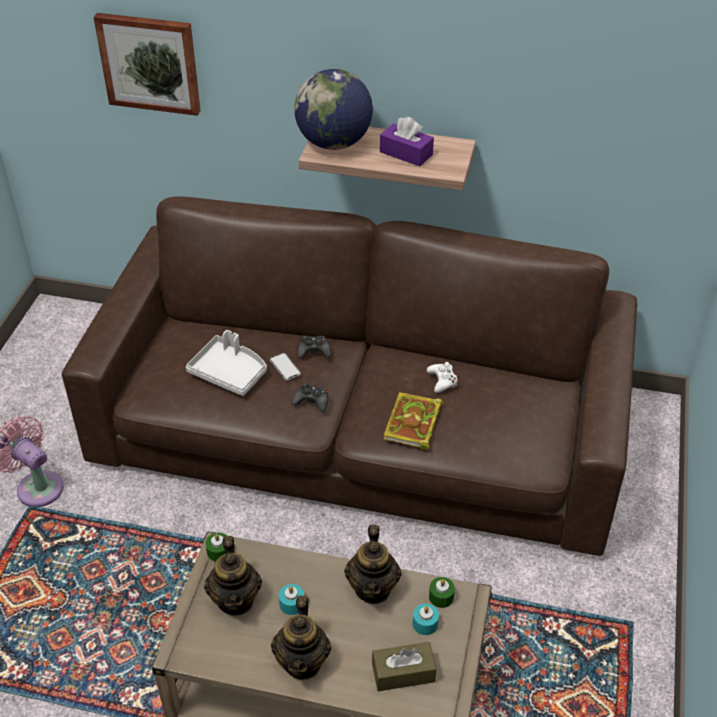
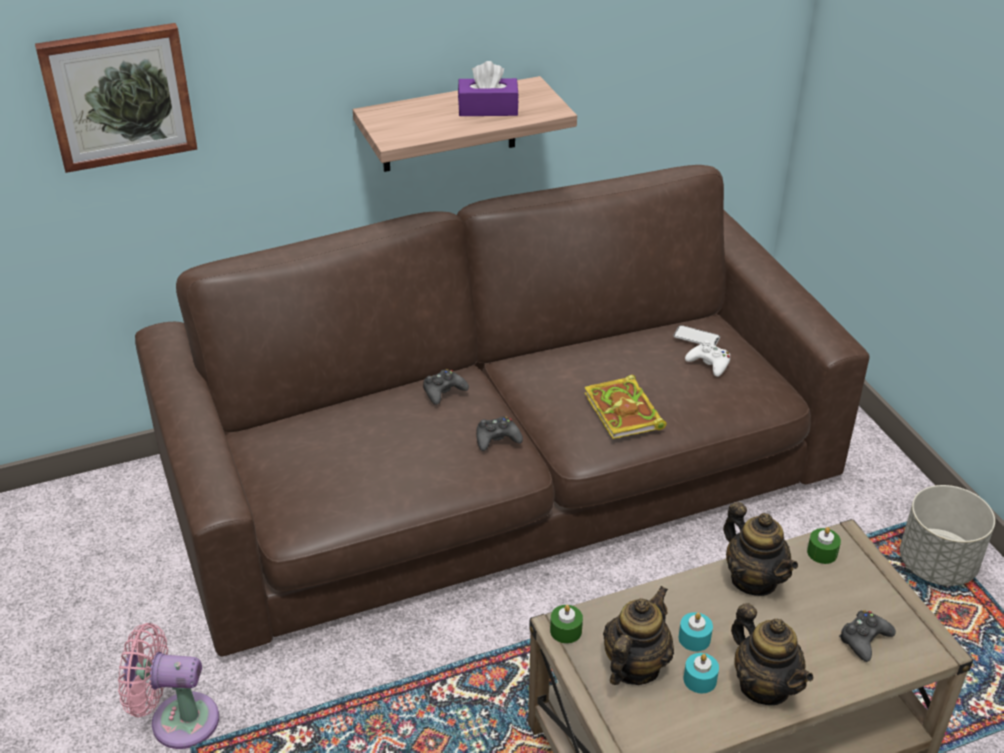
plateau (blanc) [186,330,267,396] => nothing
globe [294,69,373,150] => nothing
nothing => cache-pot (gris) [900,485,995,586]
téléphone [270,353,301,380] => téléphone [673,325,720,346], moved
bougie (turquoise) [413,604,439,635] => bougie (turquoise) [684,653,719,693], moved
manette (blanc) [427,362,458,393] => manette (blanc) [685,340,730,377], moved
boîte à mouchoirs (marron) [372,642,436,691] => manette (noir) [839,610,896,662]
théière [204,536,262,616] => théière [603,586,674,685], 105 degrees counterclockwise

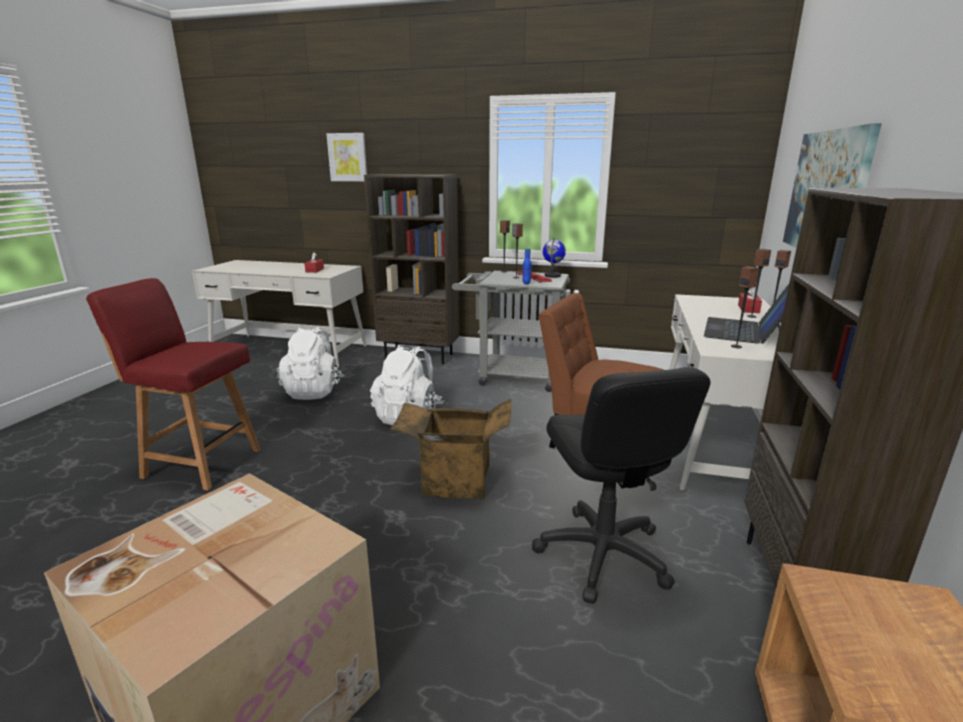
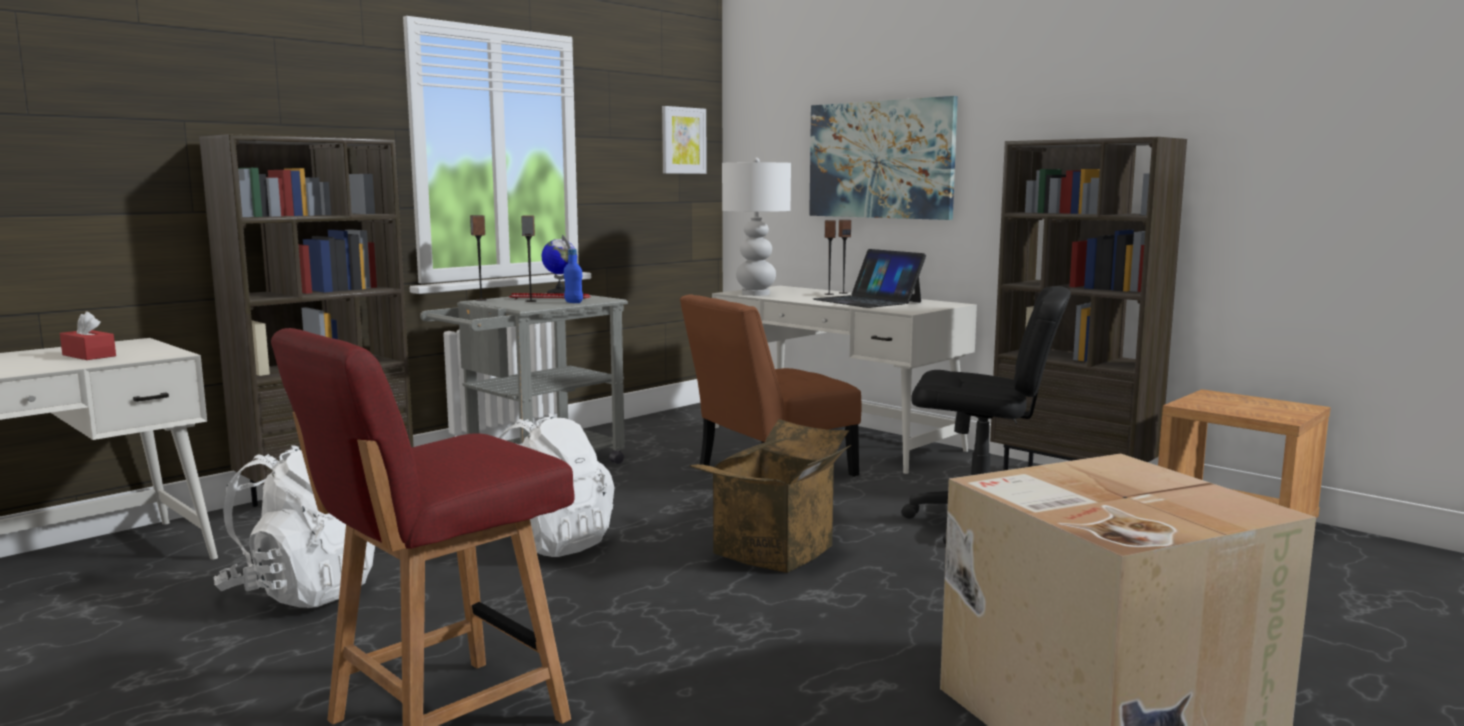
enceinte [731,266,759,348] => nothing
boîte à mouchoirs (rouge) [738,287,762,313] => nothing
nothing => lampe de table (blanc) [722,158,791,296]
tableau [326,133,367,181] => tableau [662,106,707,174], moved

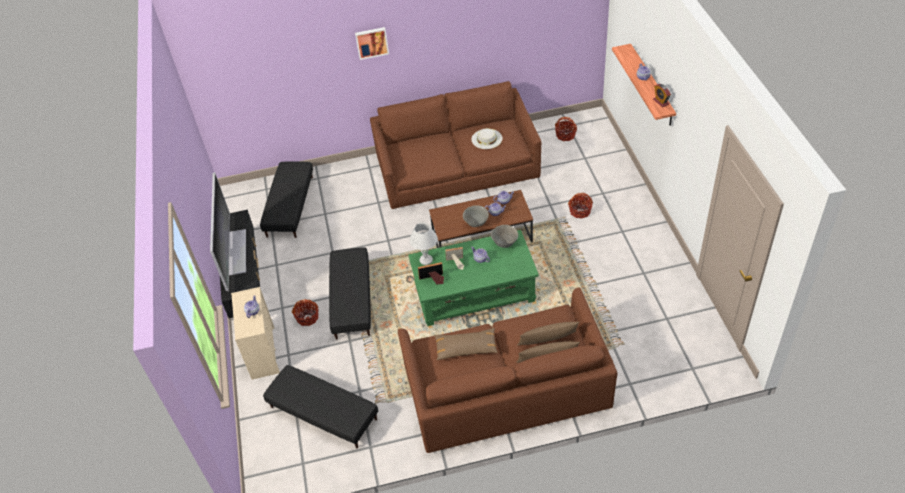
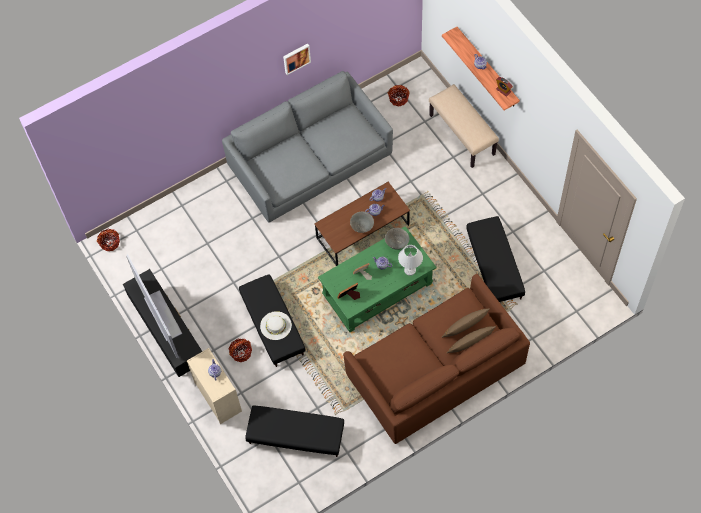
coussin (marron) [434,328,498,360] => nothing
nothing => banc (beige) [429,84,499,168]
pouf (noir) [260,161,313,238] => pouf (noir) [466,216,525,302], moved
tableau [355,27,389,60] => tableau [283,43,311,75], moved
lampe de table (blanc) [410,223,438,265] => lampe de table (blanc) [398,245,423,275], moved
chapeau (blanc) [471,128,502,149] => chapeau (blanc) [260,311,292,340], moved
panier [568,193,593,219] => panier [97,229,120,251], moved
canapé (marron) [370,81,541,209] => canapé (gris) [222,71,393,223]

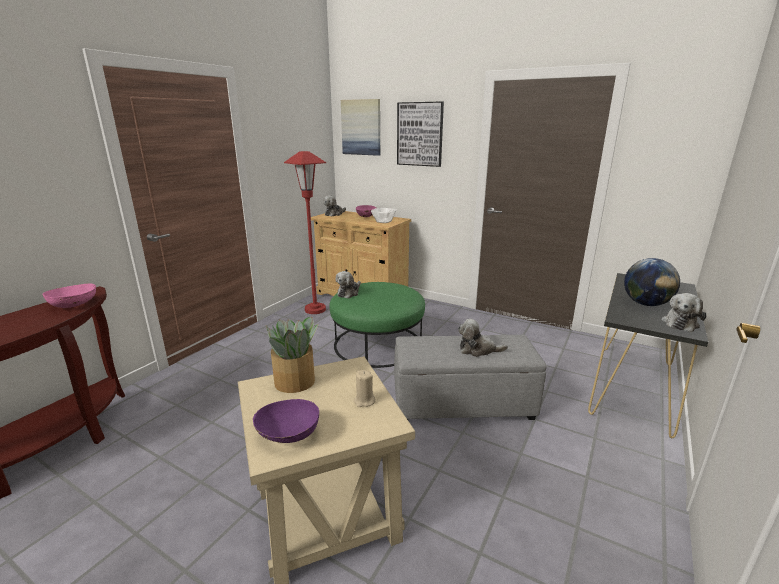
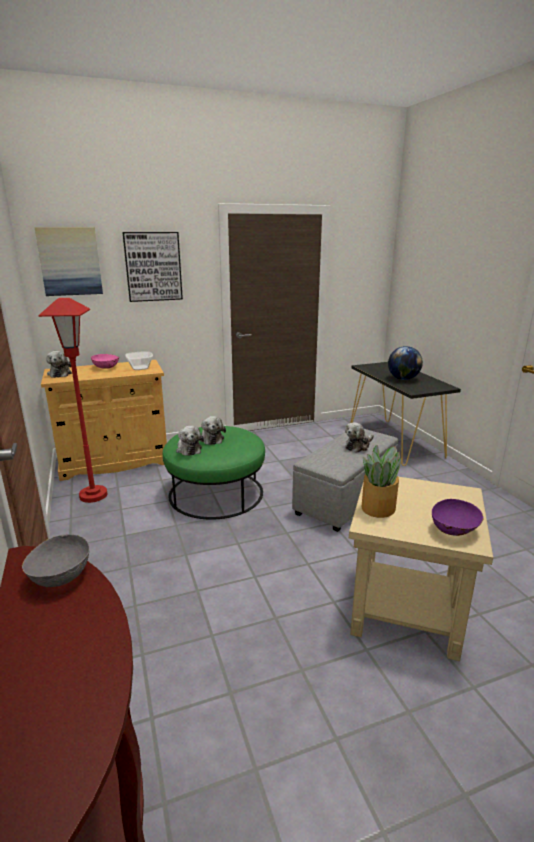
bougie (beige) [354,370,376,407] => nothing
peluche [661,293,707,332] => peluche [199,416,226,445], moved
bol (rose) [42,283,96,308] => bol (gris) [22,534,90,587]

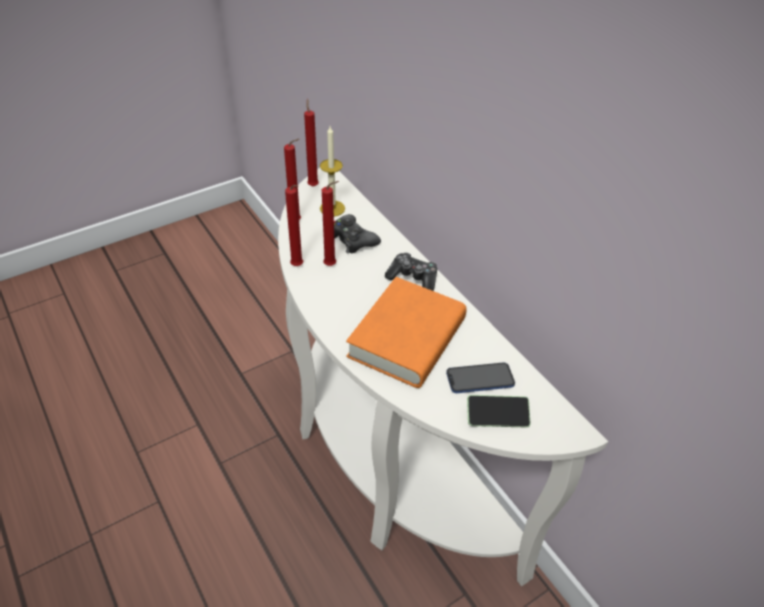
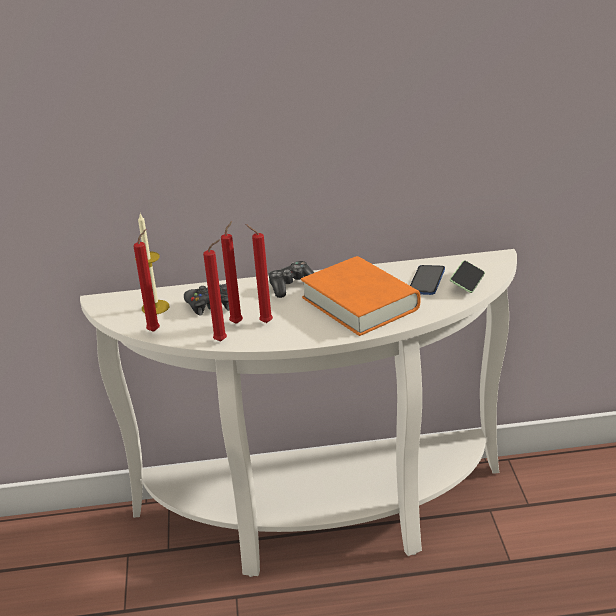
bougie (rouge) [304,99,319,187] => bougie (rouge) [245,224,273,323], moved

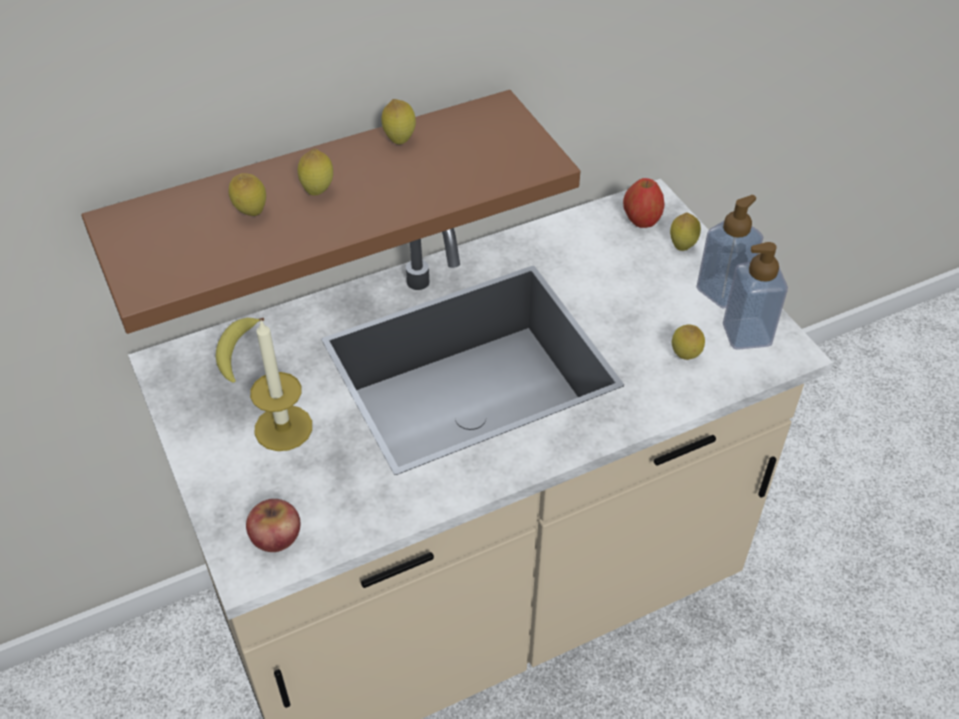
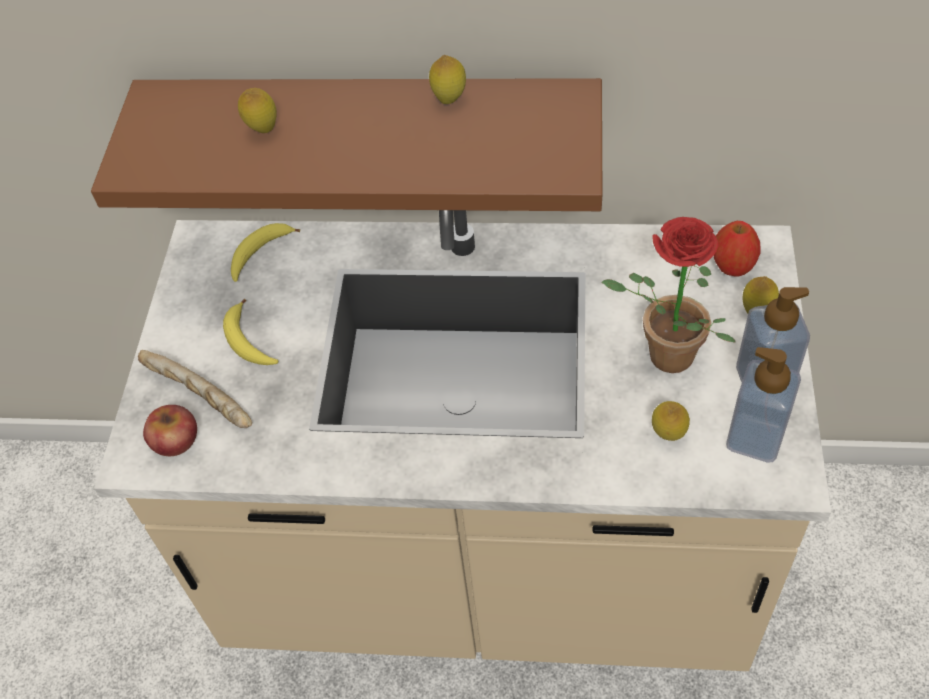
citron [298,149,333,195] => nothing
nothing => pain [138,350,252,428]
nothing => plante en pot [601,217,735,373]
bougie [250,319,312,451] => banane [223,299,278,365]

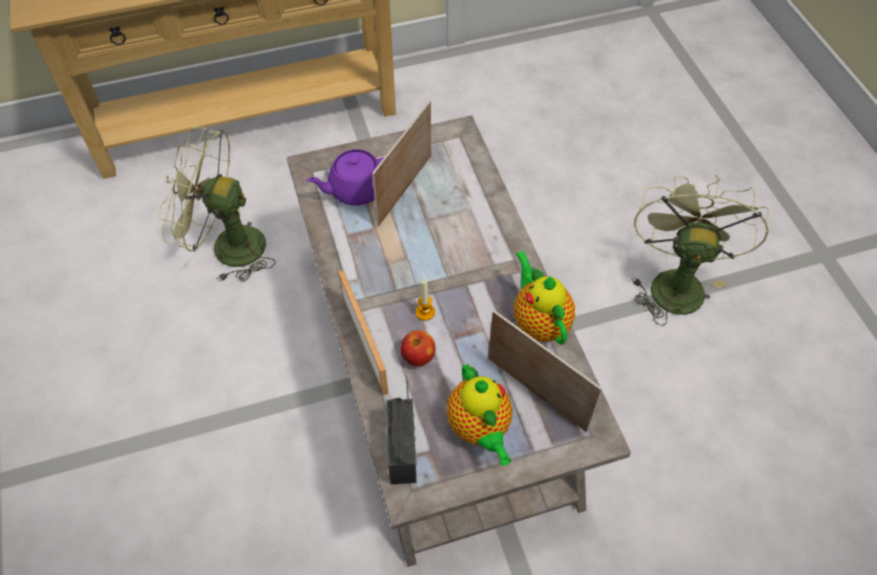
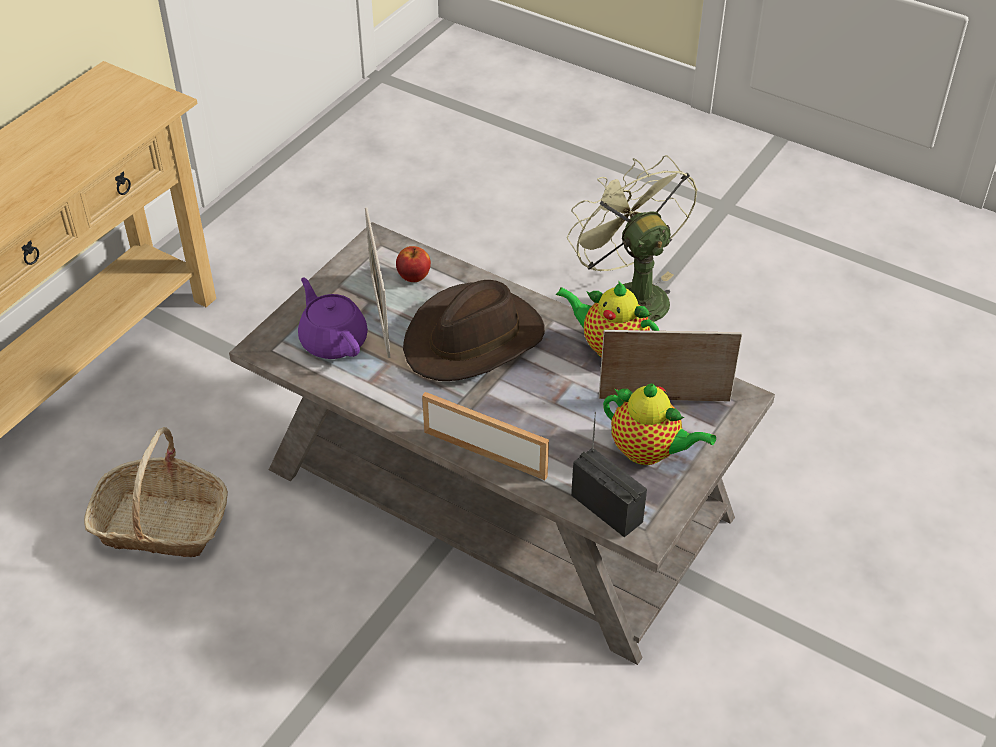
bougie [416,279,435,321] => nothing
nothing => chapeau (marron) [403,280,545,381]
pomme [400,330,436,367] => pomme [396,246,431,282], moved
ventilateur (vert) [158,127,276,282] => panier [84,427,228,557]
théière (violet) [306,149,384,206] => théière (violet) [298,278,368,359], 120 degrees clockwise

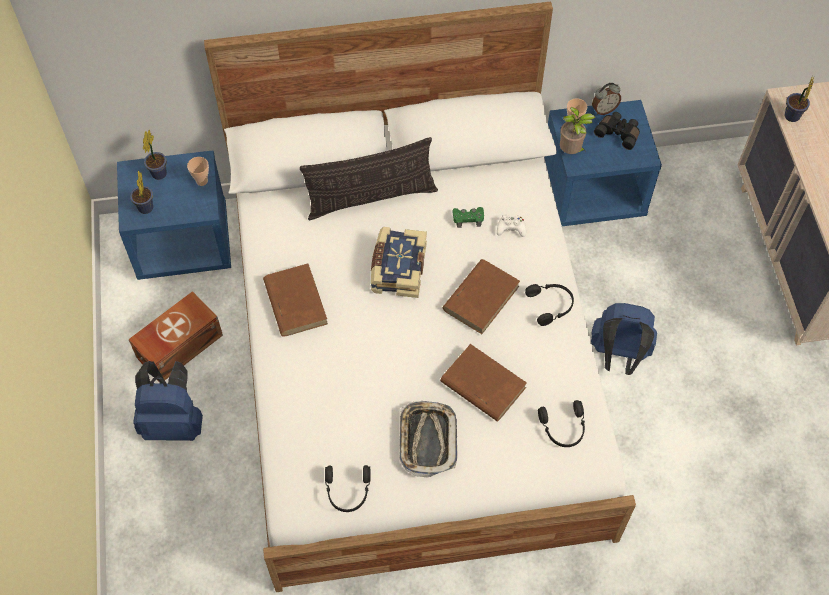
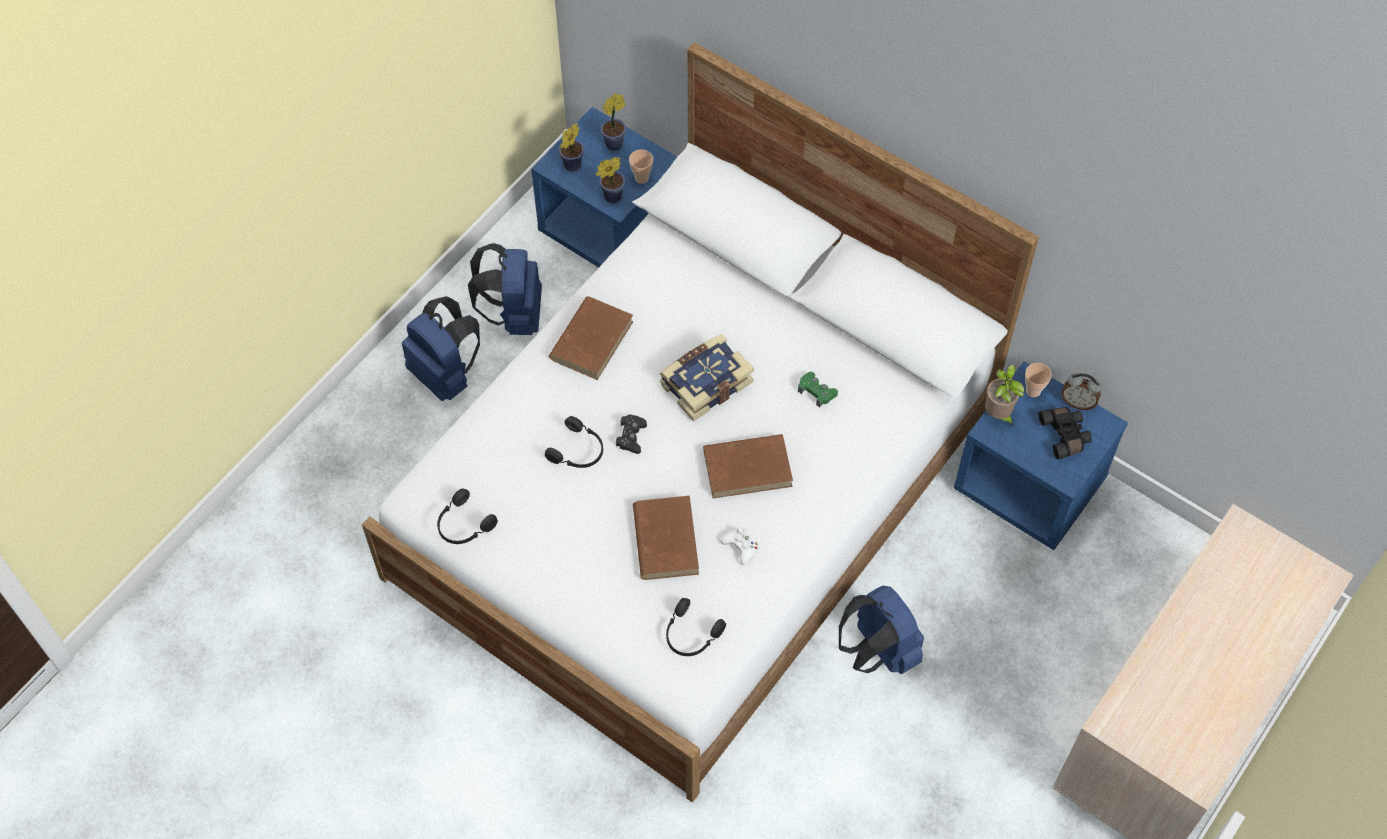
coussin [300,137,438,220] => nothing
plateau [399,401,457,477] => nothing
nothing => manette (noir) [616,415,647,454]
manette (blanc) [497,215,526,237] => manette (blanc) [721,528,759,565], moved
casque audio (noir) [525,284,574,326] => casque audio (noir) [545,416,603,468], moved
plante en pot [785,76,814,122] => plante en pot [596,157,625,203], moved
boîte de rangement (marron) [128,291,223,383] => sac à dos (bleu) [468,243,542,335]

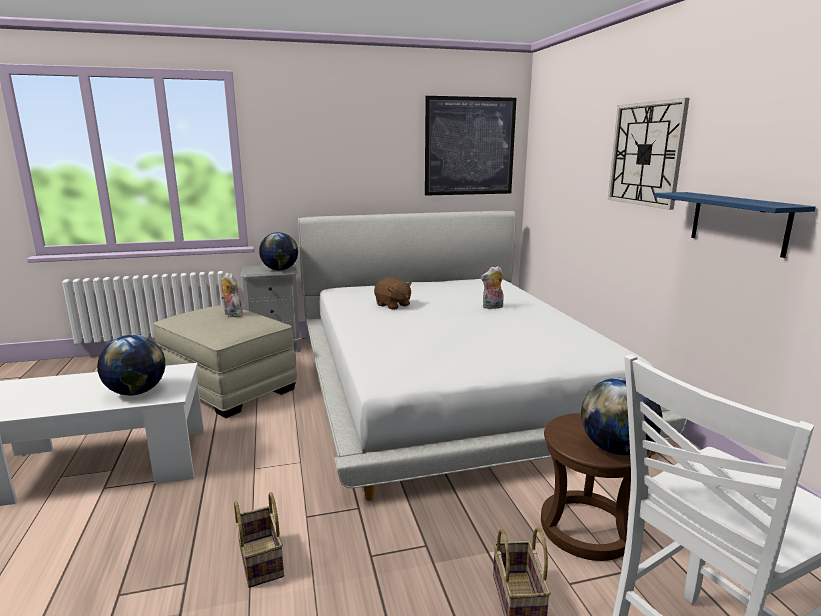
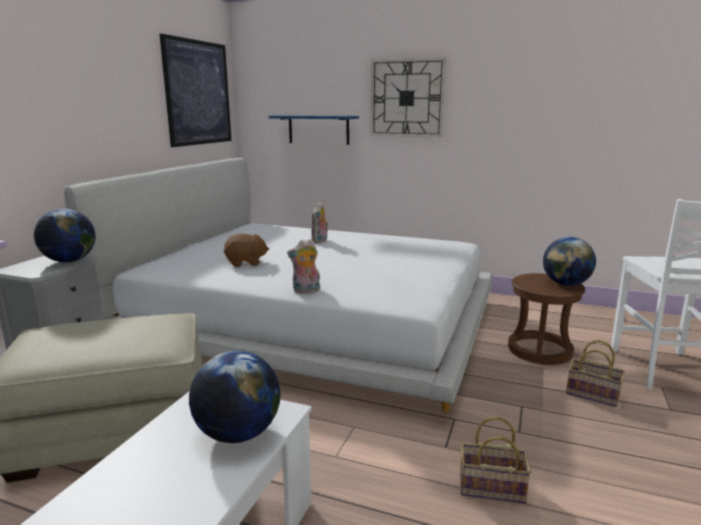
peluche [221,273,243,317] => peluche [287,239,320,293], moved
étagère (bleu) [654,192,816,258] => étagère (bleu) [269,115,359,145], moved

